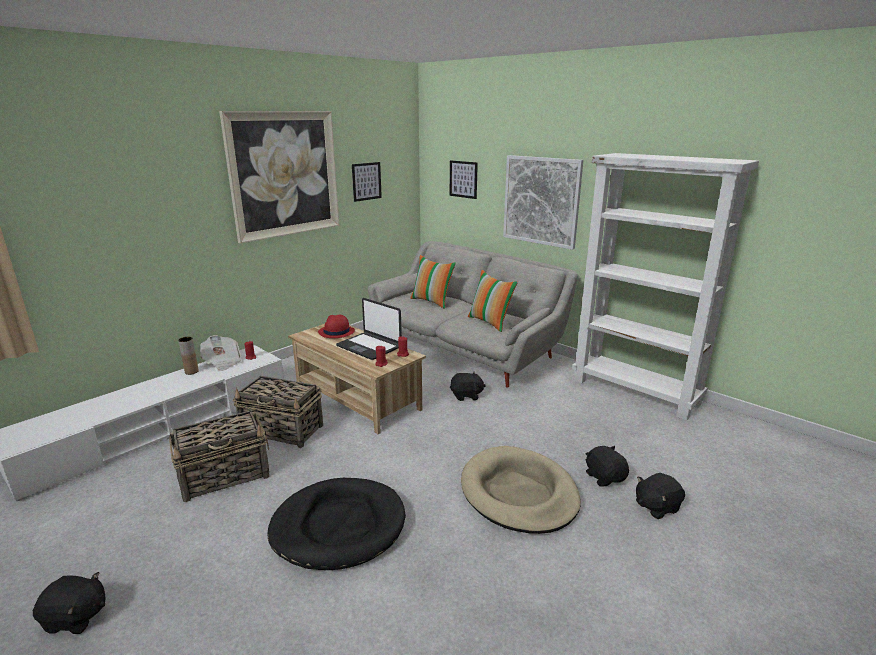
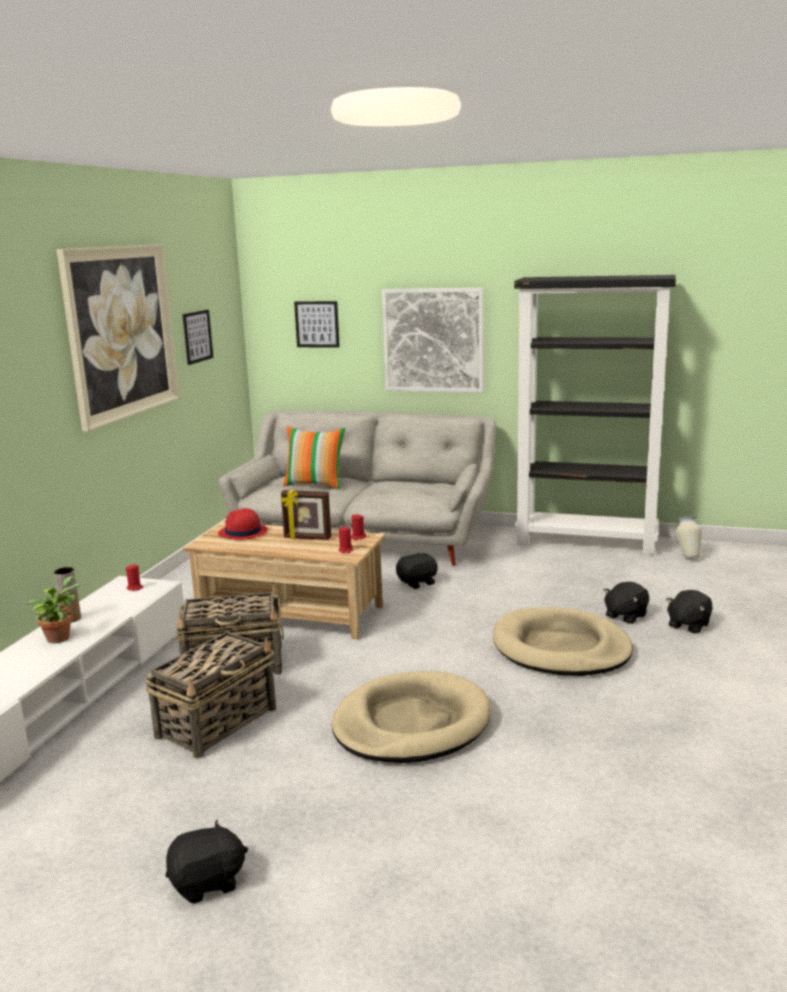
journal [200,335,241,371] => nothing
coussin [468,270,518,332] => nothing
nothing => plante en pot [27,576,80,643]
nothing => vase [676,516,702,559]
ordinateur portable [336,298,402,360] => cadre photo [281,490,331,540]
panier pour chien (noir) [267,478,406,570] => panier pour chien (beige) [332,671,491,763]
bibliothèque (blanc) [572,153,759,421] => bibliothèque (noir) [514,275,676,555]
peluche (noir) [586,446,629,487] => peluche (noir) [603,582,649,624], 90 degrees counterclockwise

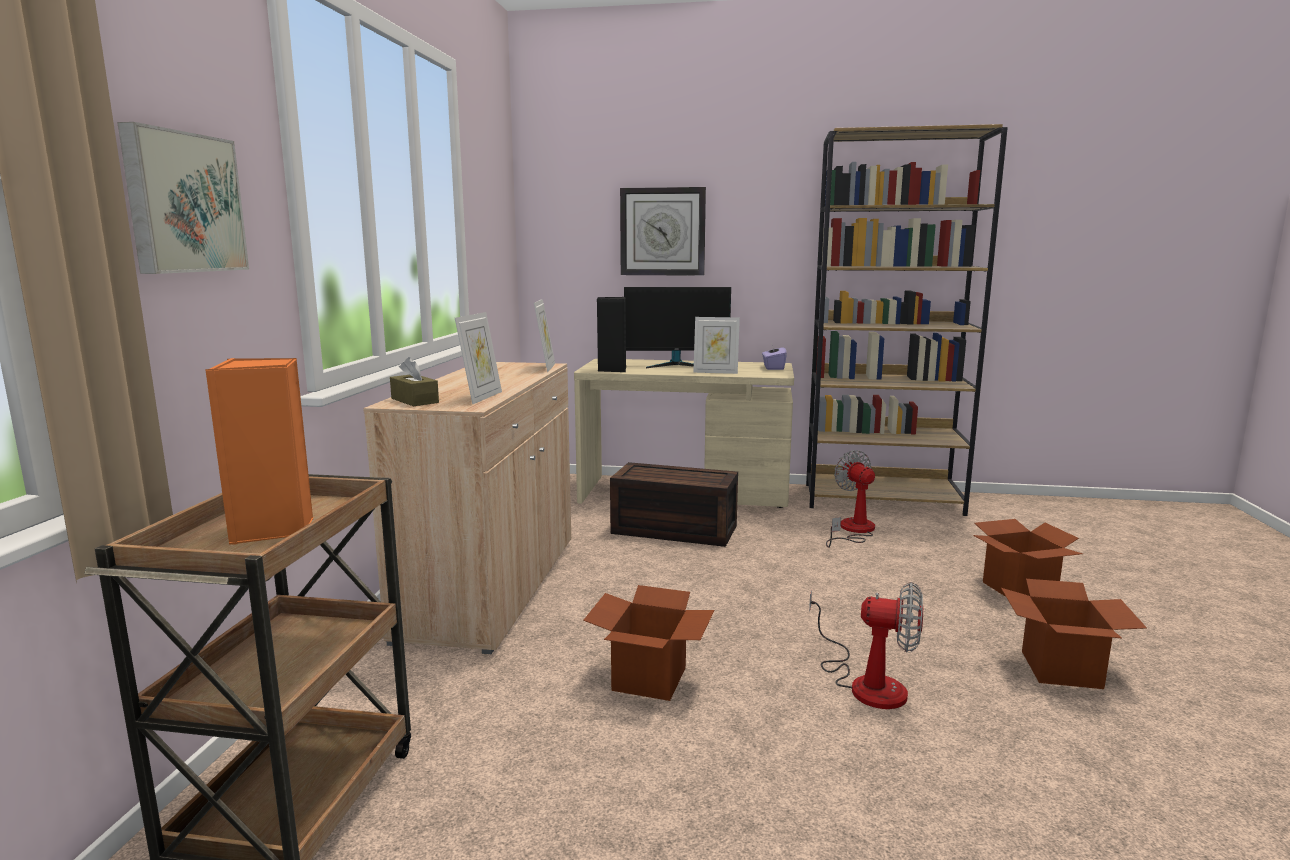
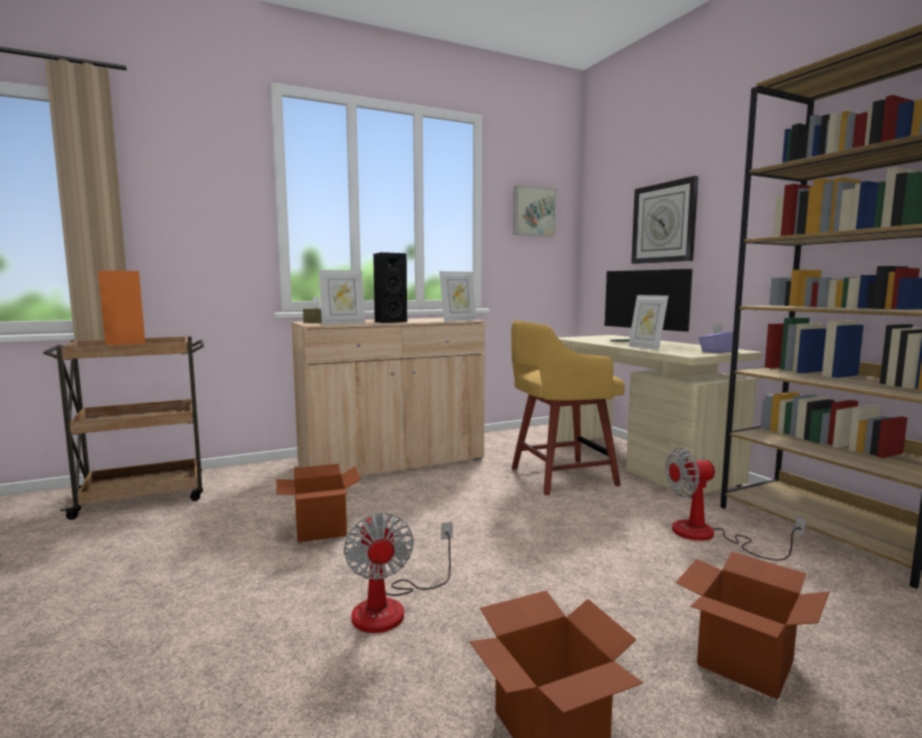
tableau [117,122,249,274] => tableau [513,185,556,237], moved
enceinte (noir) [597,297,626,372] => enceinte (noir) [373,252,407,323], moved
boîte de rangement (marron) [610,462,738,547] => tabouret (jaune) [511,320,625,495]
ventilateur [826,450,875,548] => ventilateur [665,447,806,561], 135 degrees counterclockwise

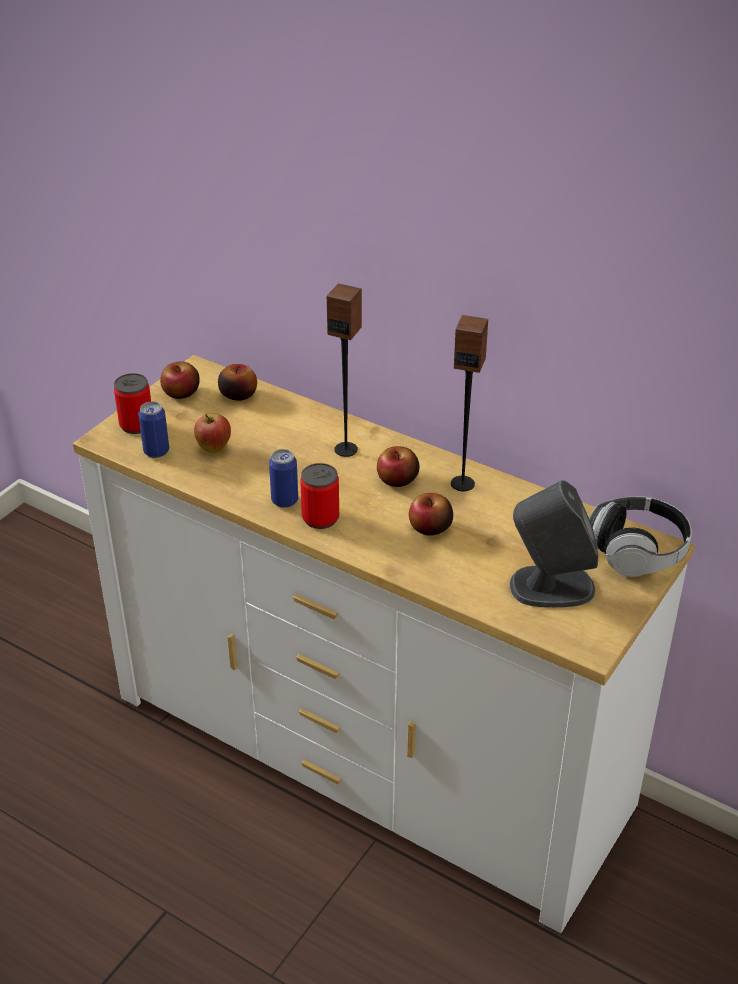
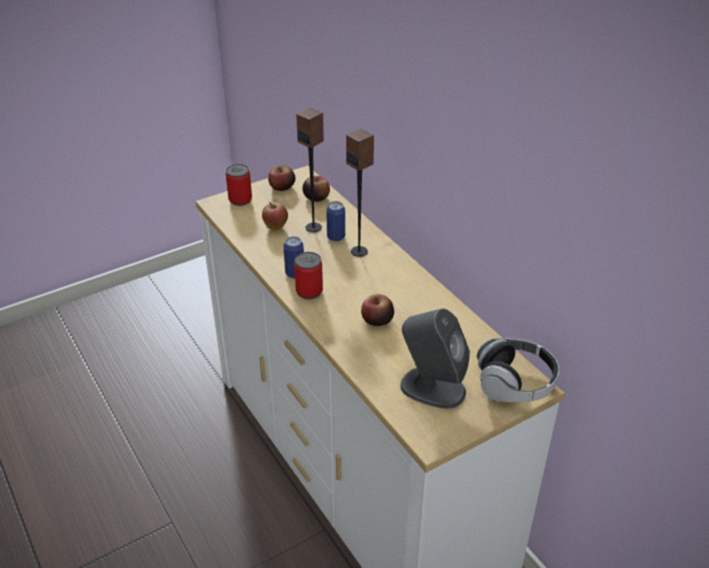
pomme [377,446,419,487] => nothing
boîte métallique [138,401,169,458] => boîte métallique [326,201,345,242], moved
enceinte [451,315,488,491] => enceinte [296,108,324,232], moved

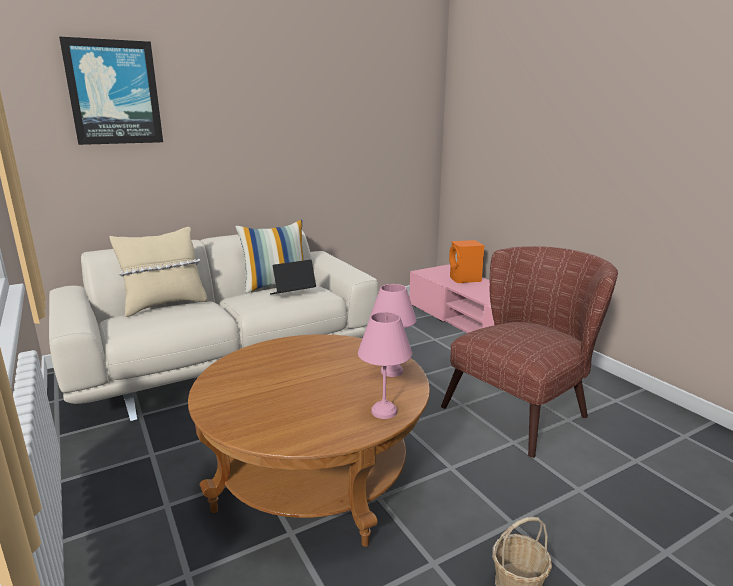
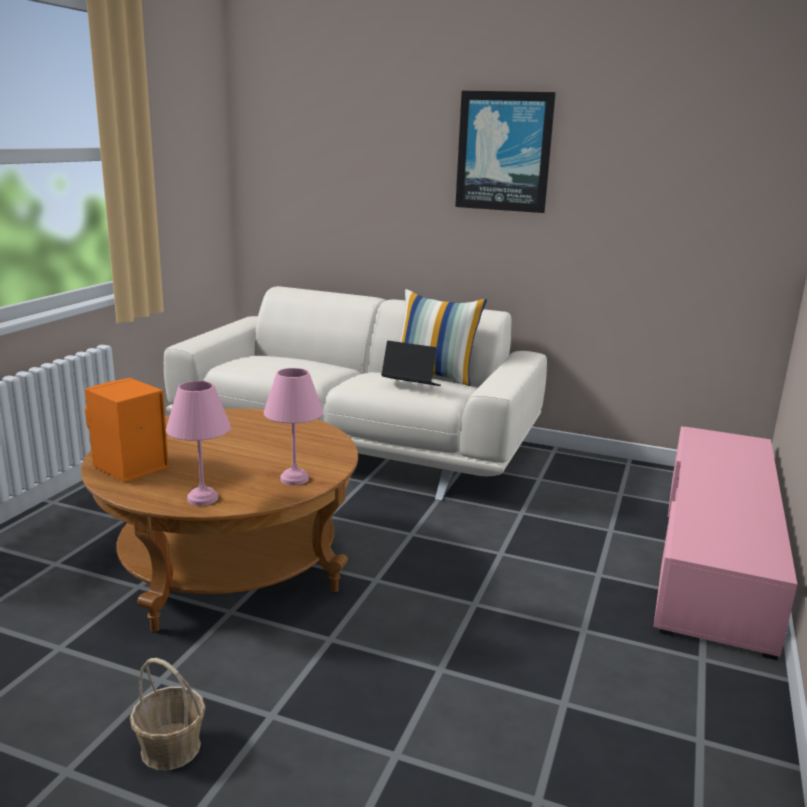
coussin (beige) [109,227,207,317] => nothing
fauteuil (marron) [441,246,618,458] => nothing
tableau [59,37,163,145] => tableau [455,91,556,213], moved
enceinte (orange) [449,240,484,283] => enceinte (orange) [85,378,169,482], moved

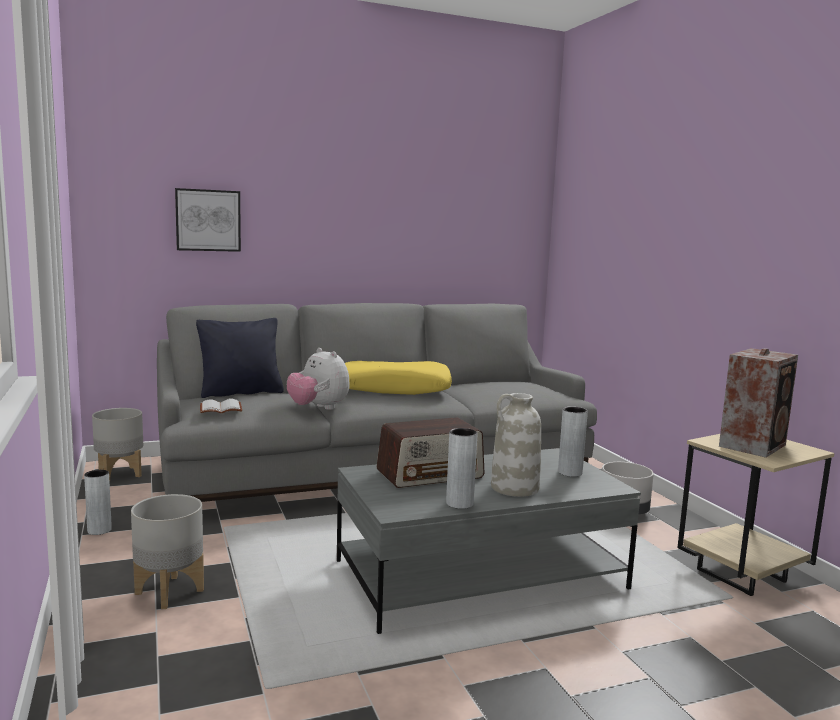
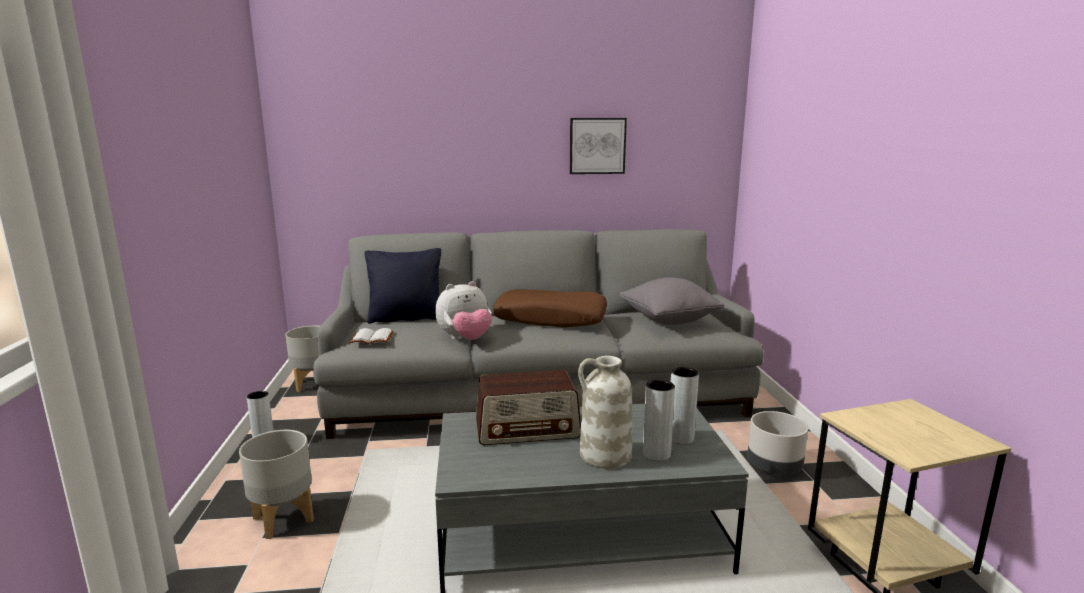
enceinte [719,348,798,458] => nothing
nothing => coussin (gris) [619,277,725,325]
tableau [175,188,241,252] => tableau [570,118,627,174], moved
vase (gris) [446,428,477,509] => vase (gris) [643,380,675,461], moved
coussin (jaune) [345,361,452,395] => coussin (marron) [493,289,607,328]
peluche [287,348,350,410] => peluche [435,281,492,340], 90 degrees counterclockwise

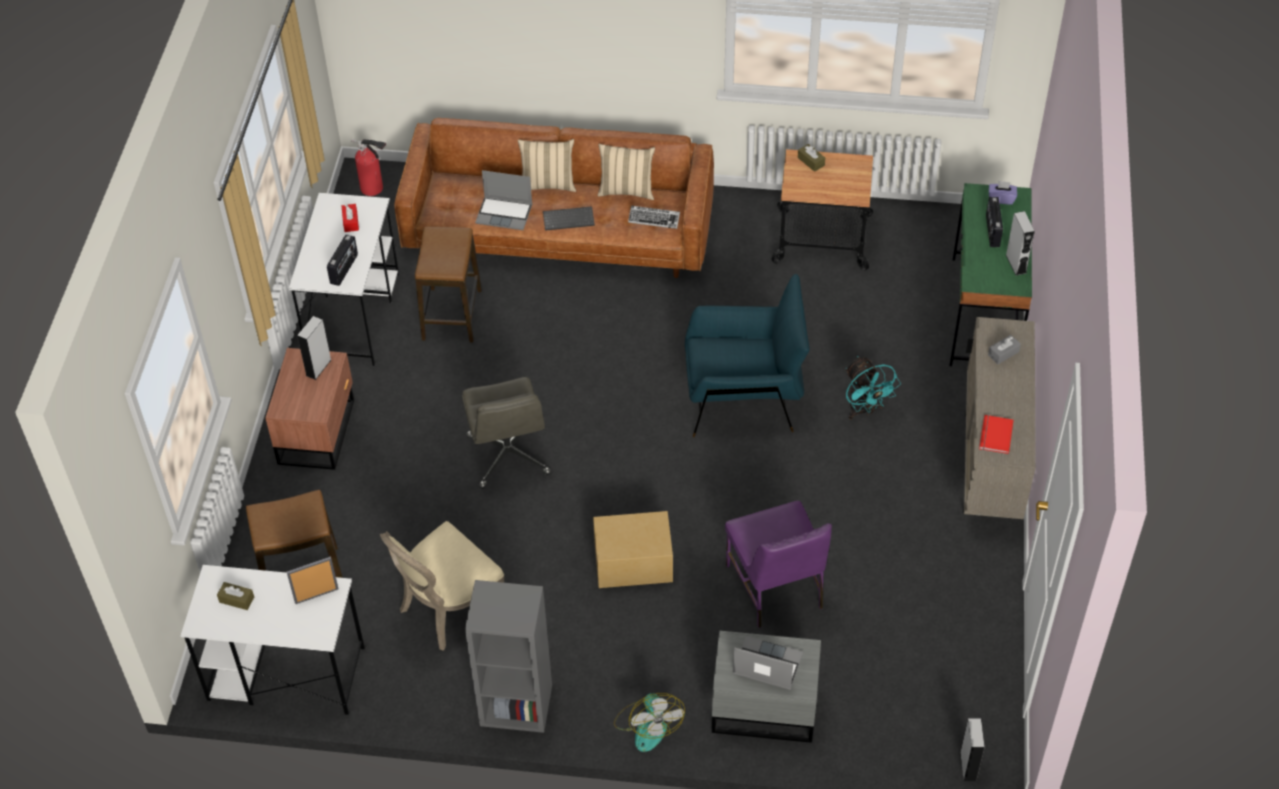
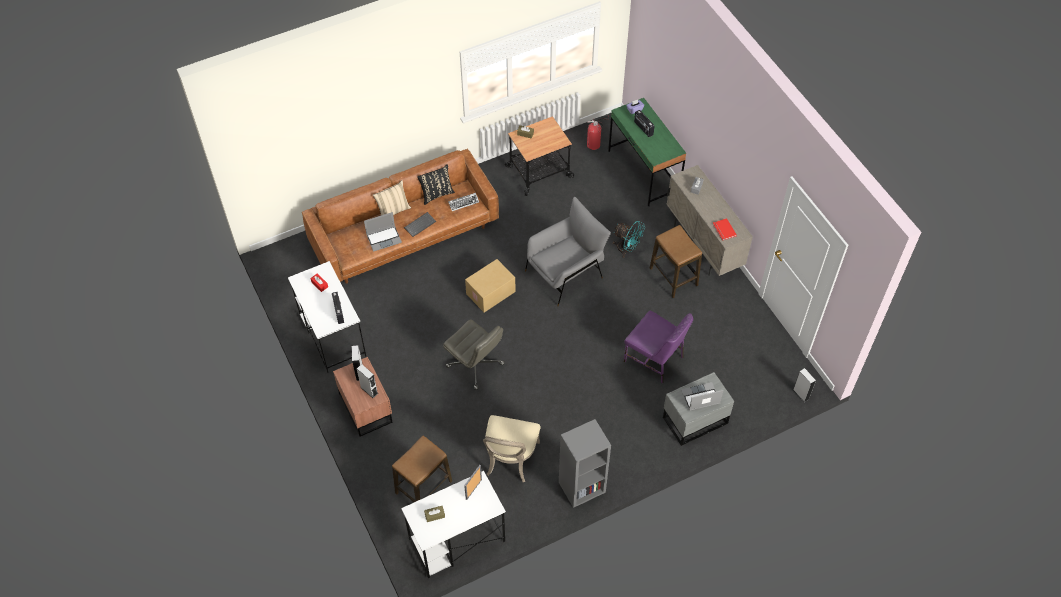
ventilateur [614,693,685,752] => nothing
extincteur [351,139,386,196] => extincteur [587,115,609,150], moved
tabouret [415,227,482,343] => tabouret [650,225,702,298], moved
carton [593,511,673,588] => carton [465,259,516,312], moved
enceinte (gris) [1006,211,1035,276] => enceinte (gris) [356,364,378,398], moved
coussin (beige) [597,144,655,200] => coussin (noir) [417,164,455,205]
fauteuil (bleu) [685,274,810,437] => fauteuil (gris) [525,197,611,306]

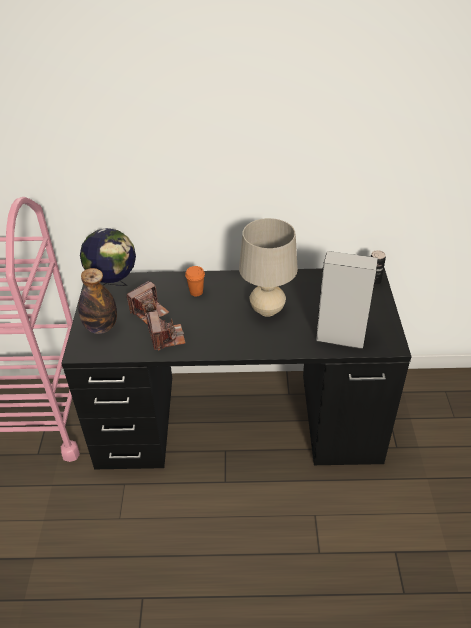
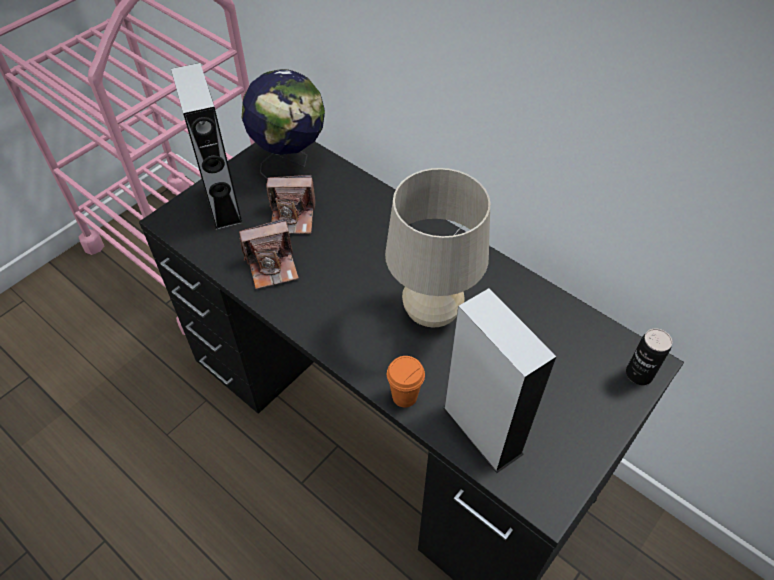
tasse (orange) [185,266,205,296] => tasse (orange) [387,356,425,408], moved
bouteille [78,268,117,334] => enceinte (gris) [171,63,243,230]
appareil photo [146,311,186,351] => appareil photo [239,219,299,289], 45 degrees clockwise

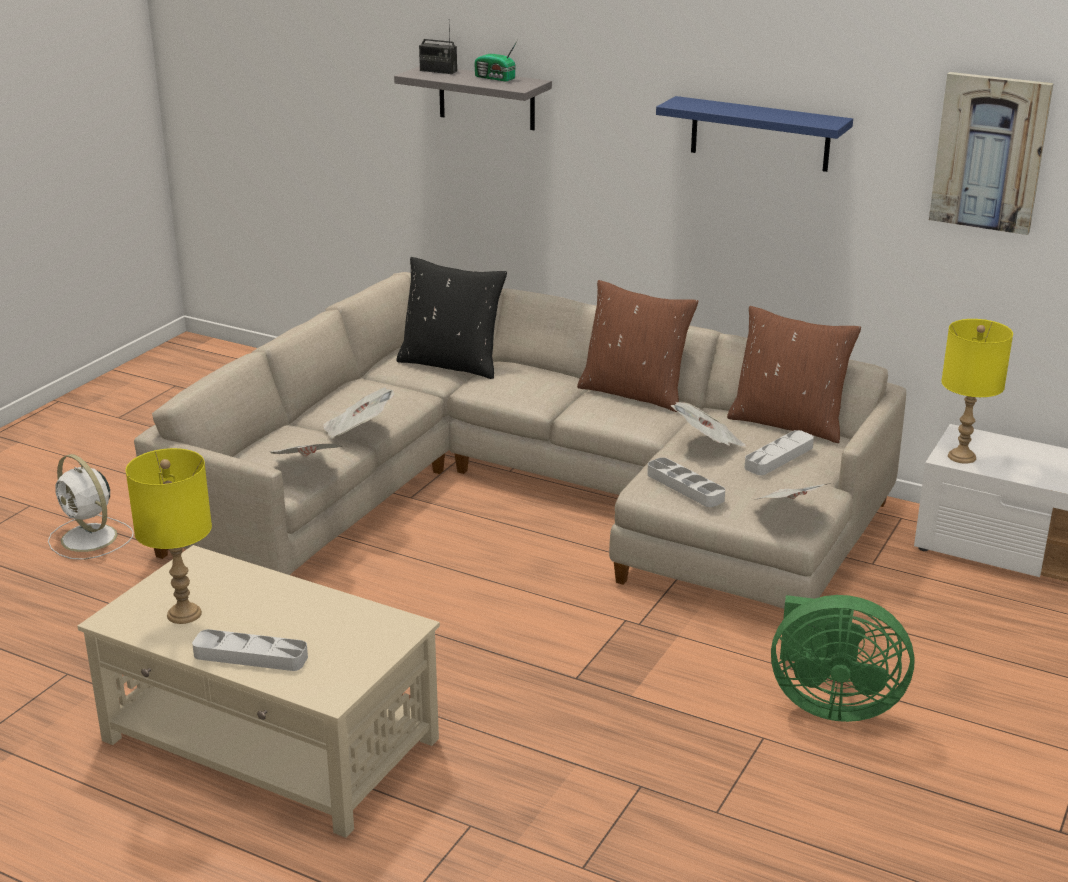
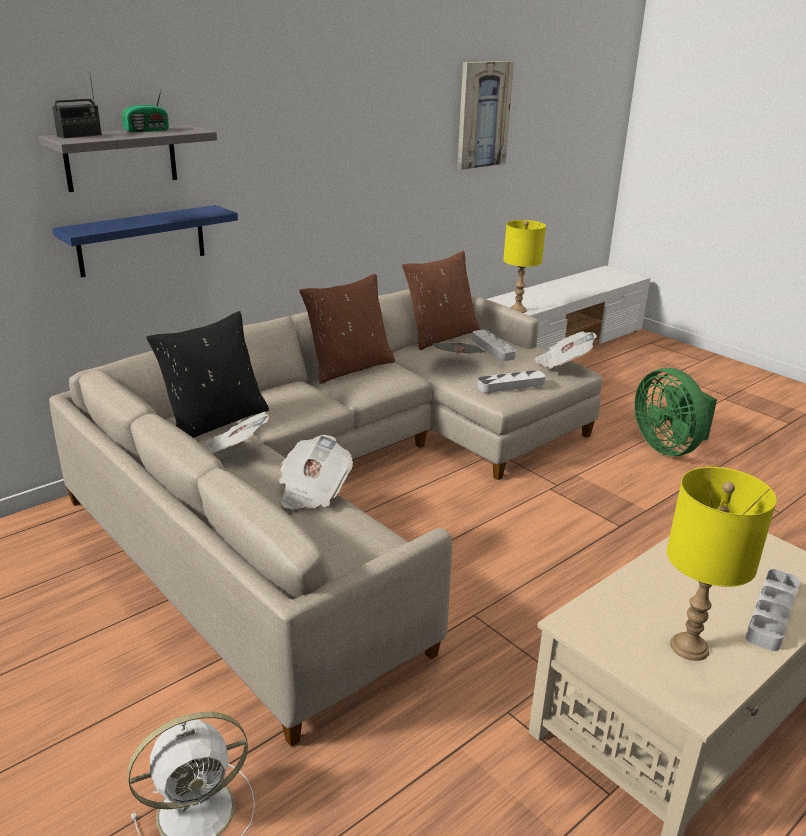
journal [267,444,343,456] => journal [205,412,269,454], moved
étagère (bleu) [656,96,853,172] => étagère (bleu) [52,205,238,278], moved
ventilateur (vert) [771,595,915,722] => ventilateur (vert) [635,368,717,456], 120 degrees clockwise

